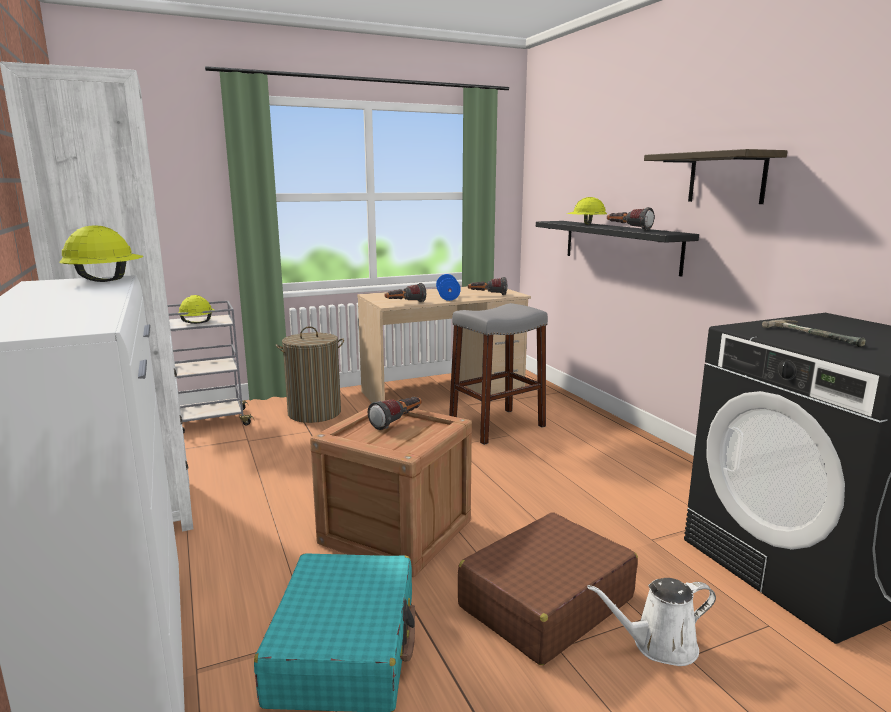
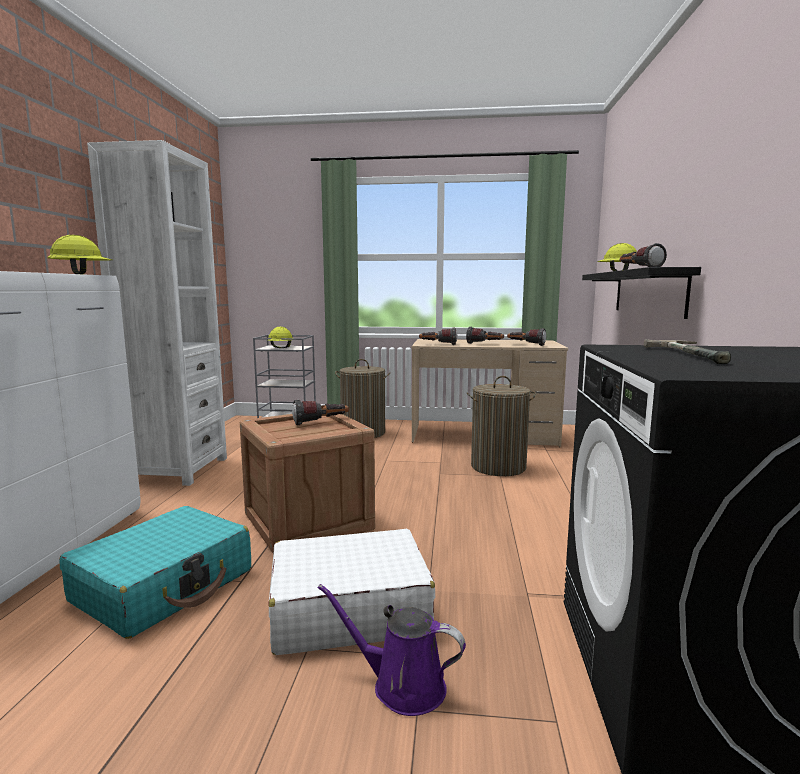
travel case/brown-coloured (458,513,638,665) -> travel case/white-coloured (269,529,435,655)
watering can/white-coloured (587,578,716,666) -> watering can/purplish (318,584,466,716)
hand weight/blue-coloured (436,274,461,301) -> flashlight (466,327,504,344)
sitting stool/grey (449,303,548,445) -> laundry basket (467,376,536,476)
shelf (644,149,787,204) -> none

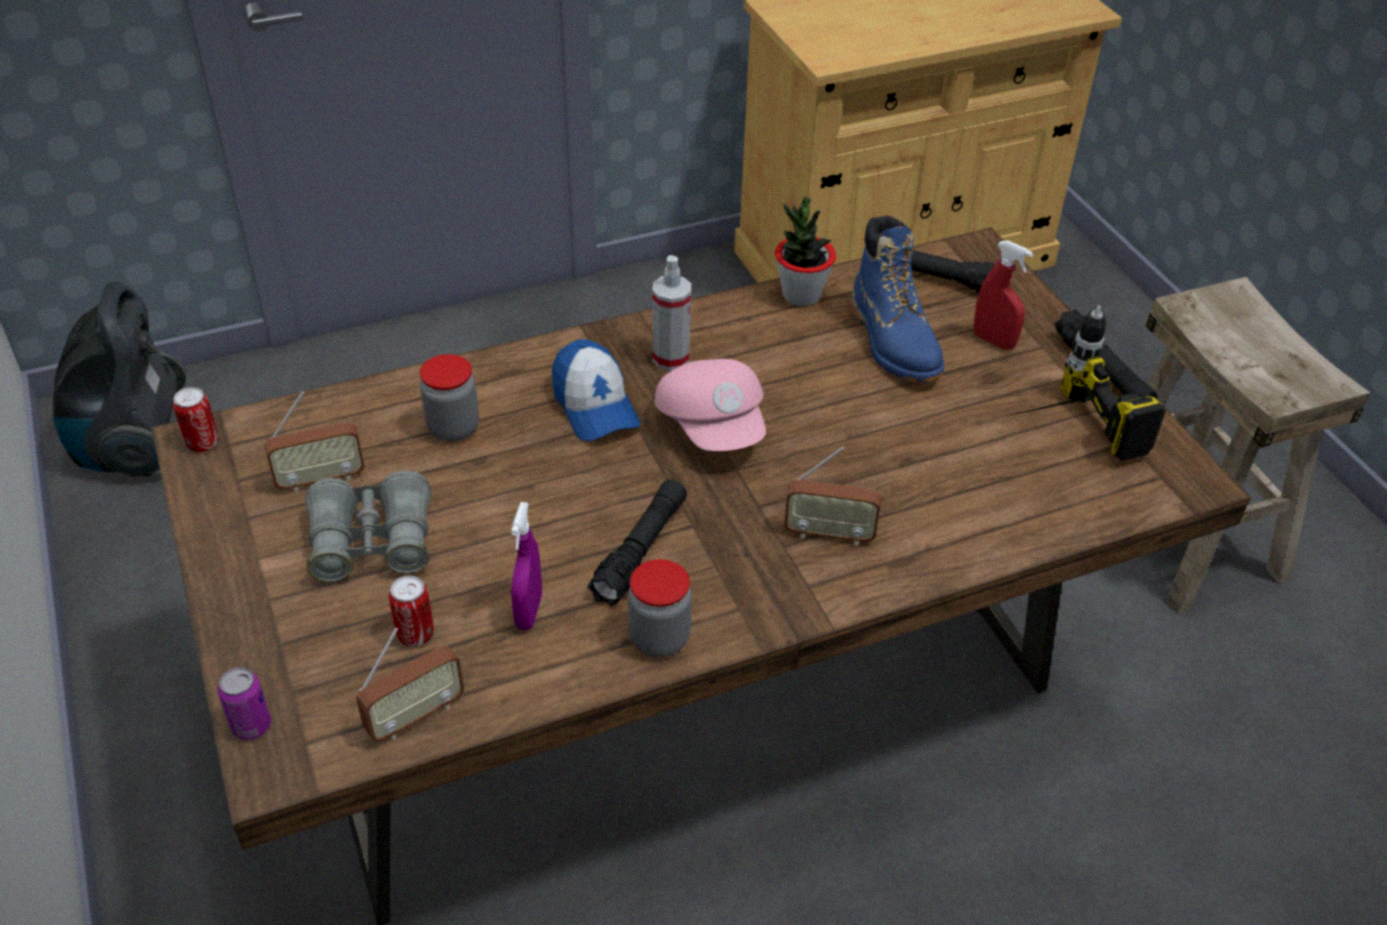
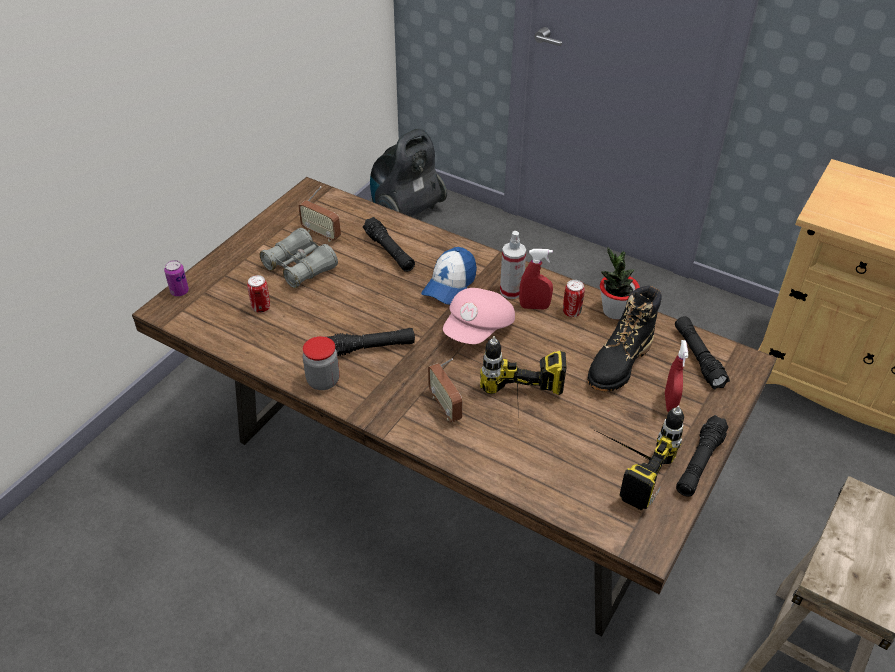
jar (420,354,479,441) -> flashlight/blackish (363,217,415,272)
none -> drill (480,336,567,421)
none -> hand sprayer/red-coloured (519,249,553,309)
can (173,387,219,452) -> can (563,280,585,317), move
high-top boot/blue-coloured (852,215,944,383) -> high-top boot/blackish (587,286,662,391)
radio (356,628,465,742) -> none
hand sprayer/purplish (511,502,542,630) -> none

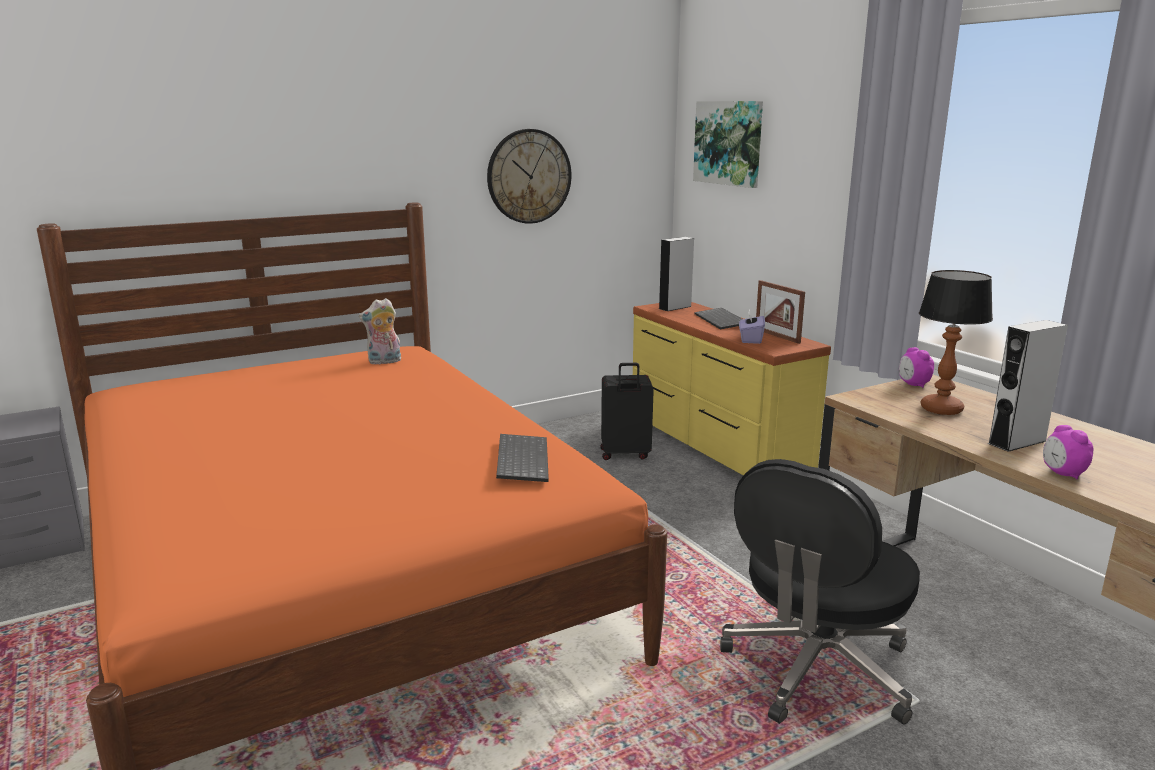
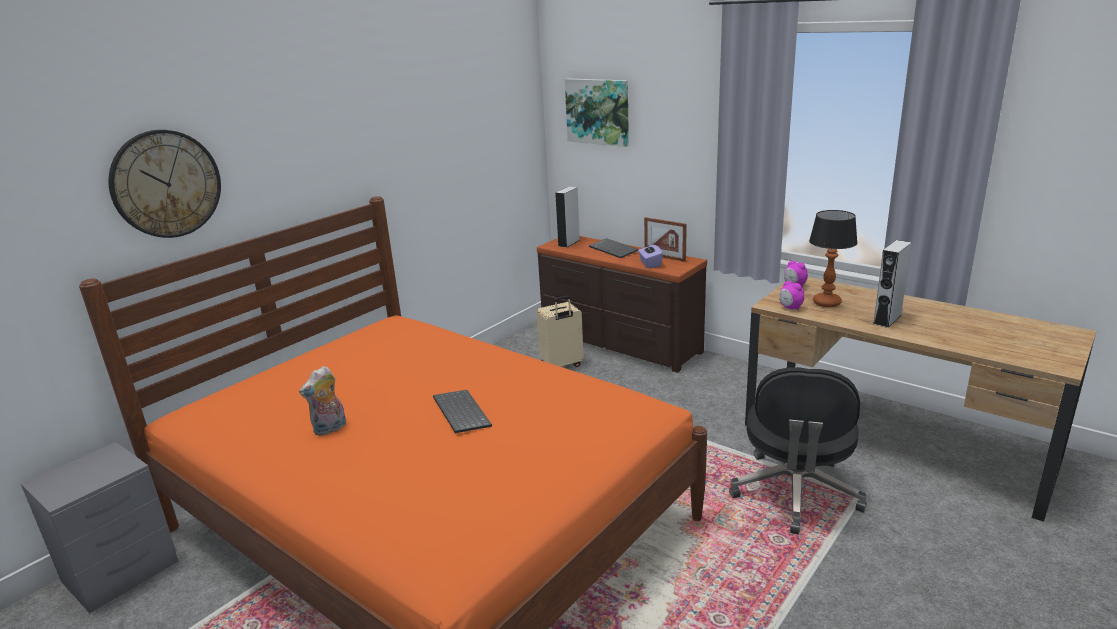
clock on the wall (487,129,571,224) -> clock on the wall (108,130,221,238), move
plush toy (359,298,401,365) -> plush toy (299,366,346,436), move
keyboard (496,434,549,482) -> keyboard (433,390,492,433), move
travel case/blackish (600,363,654,460) -> travel case/sand-coloured (536,295,584,367)
dresser/yellow (633,302,831,476) -> dresser/brown-coloured (537,236,707,373)
bedside clock (1043,425,1094,479) -> bedside clock (779,281,804,310), move

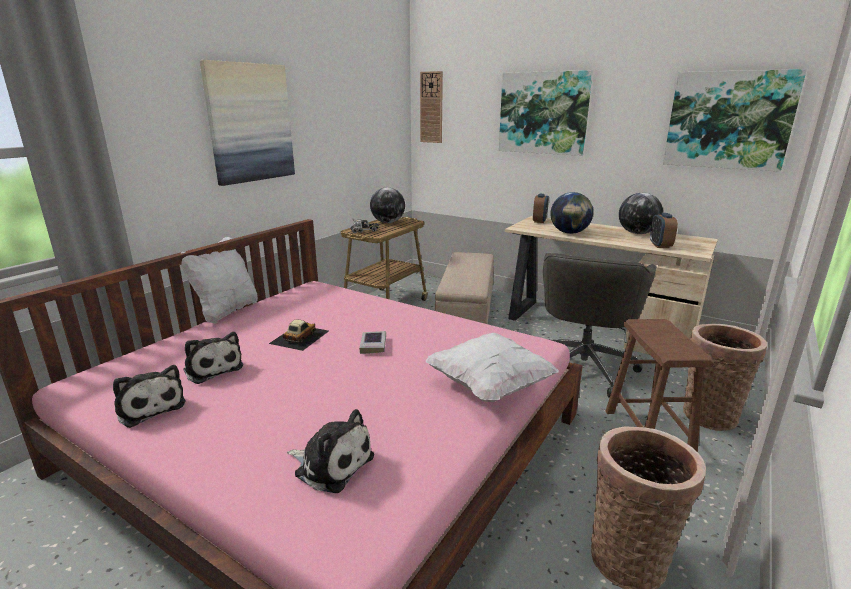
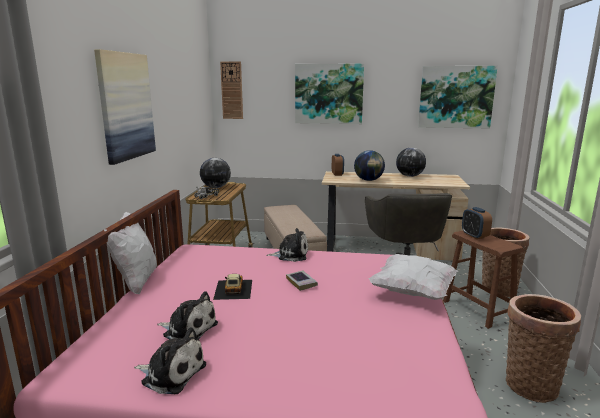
plush toy (287,409,374,493) -> plush toy (266,228,308,262), move
bedside clock (650,213,678,248) -> bedside clock (462,207,492,239), move

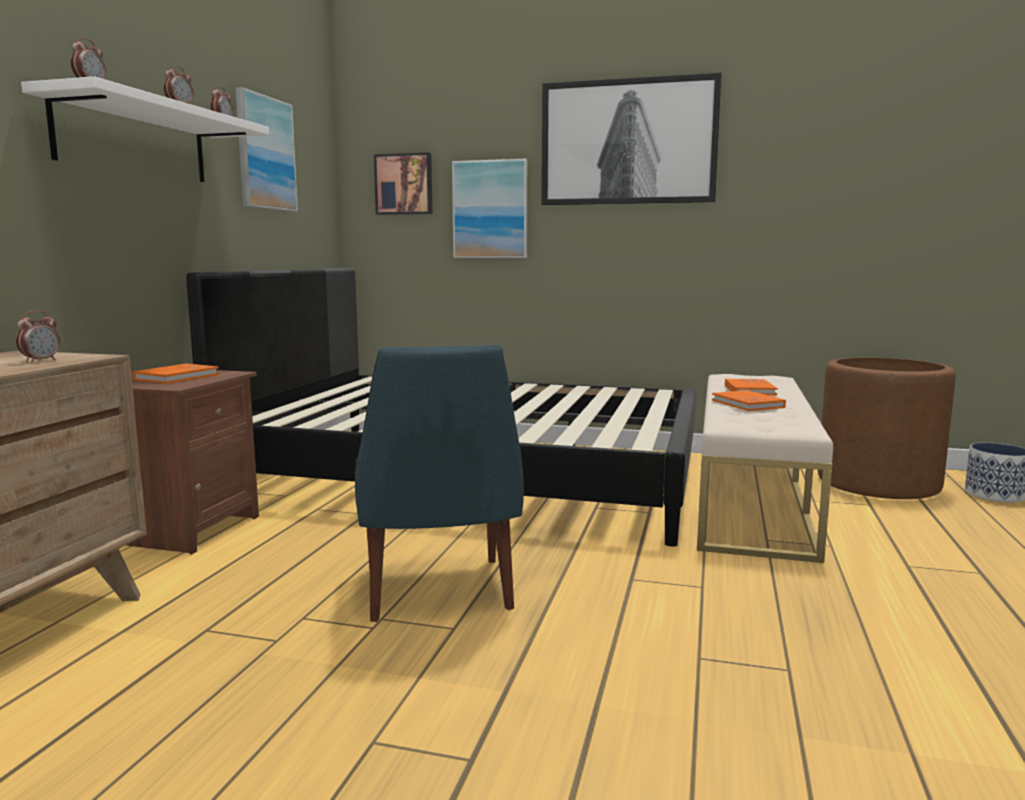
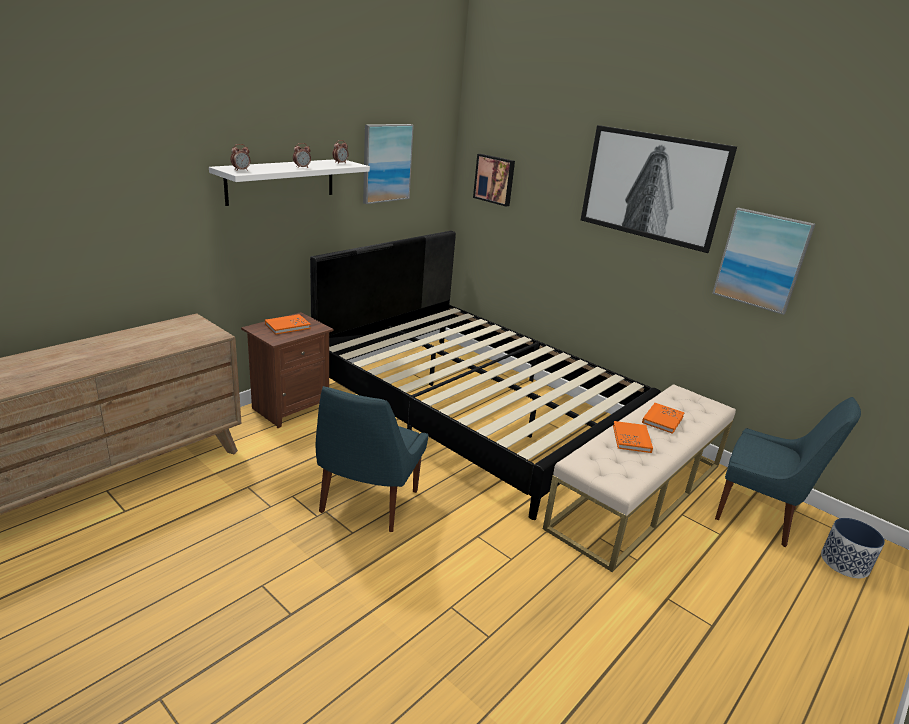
picture (452,159,528,258) -> picture (712,208,815,315), move
planter/brown-coloured (818,358,956,499) -> chair/blue-coloured (715,397,861,547)
bedside clock (16,310,60,363) -> none

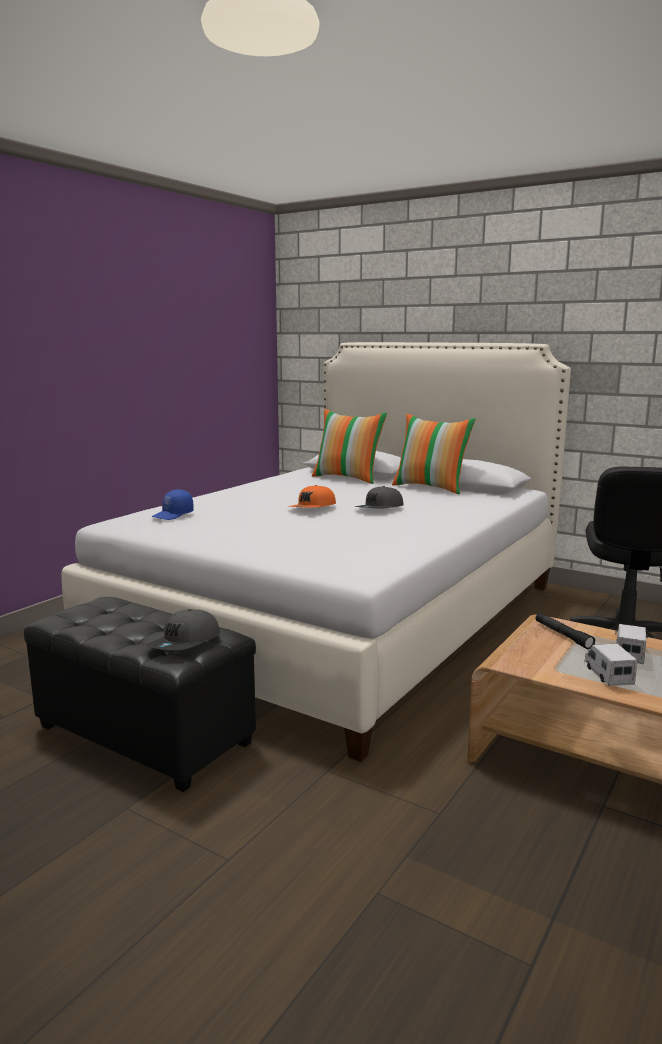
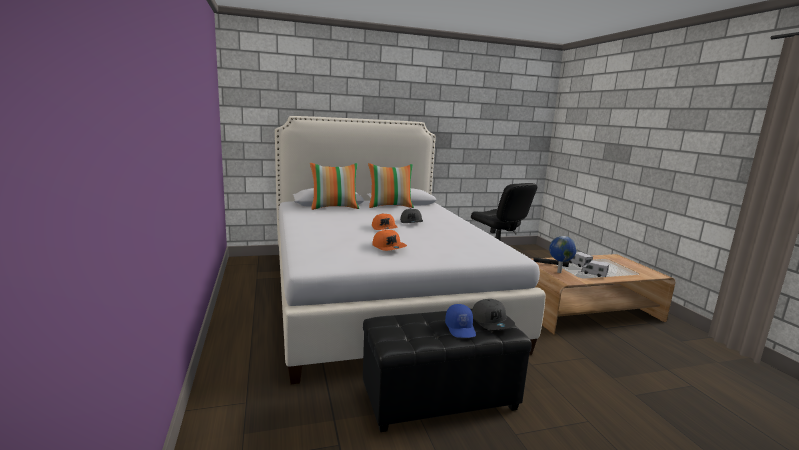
none -> cap/orangey (372,230,407,251)
cap/blue-coloured (152,489,194,520) -> cap/blue-coloured (445,304,476,338), move
none -> globe (549,236,577,273)

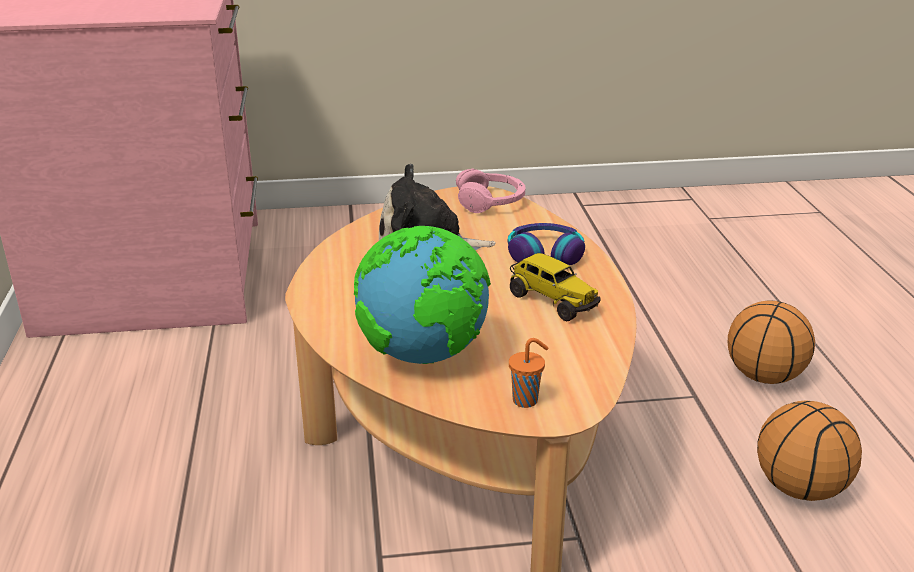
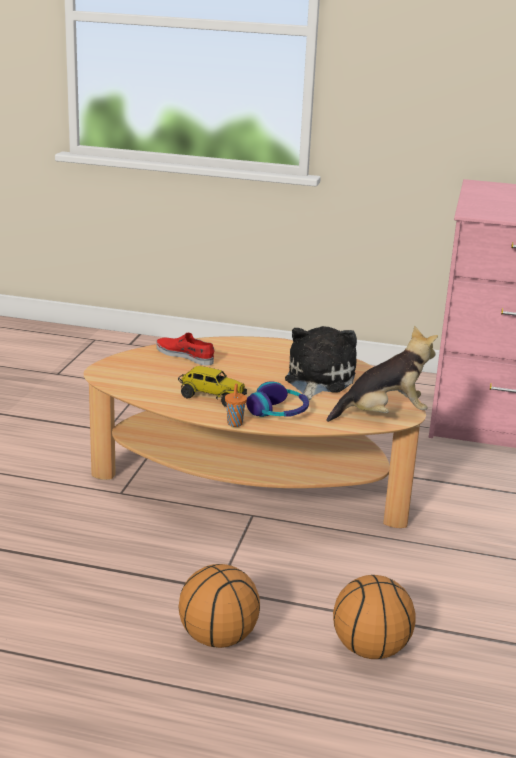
globe (354,226,491,364) -> item of footwear/red-coloured (156,333,214,365)
model truck (510,253,601,321) -> model truck (178,366,247,407), 135 degrees counterclockwise
cup/orangey (509,338,548,408) -> cup/orangey (225,384,247,427), move
headset/pink-coloured (456,168,525,213) -> plush toy (327,326,438,422)
basketball (757,400,862,501) -> basketball (333,575,416,659), move

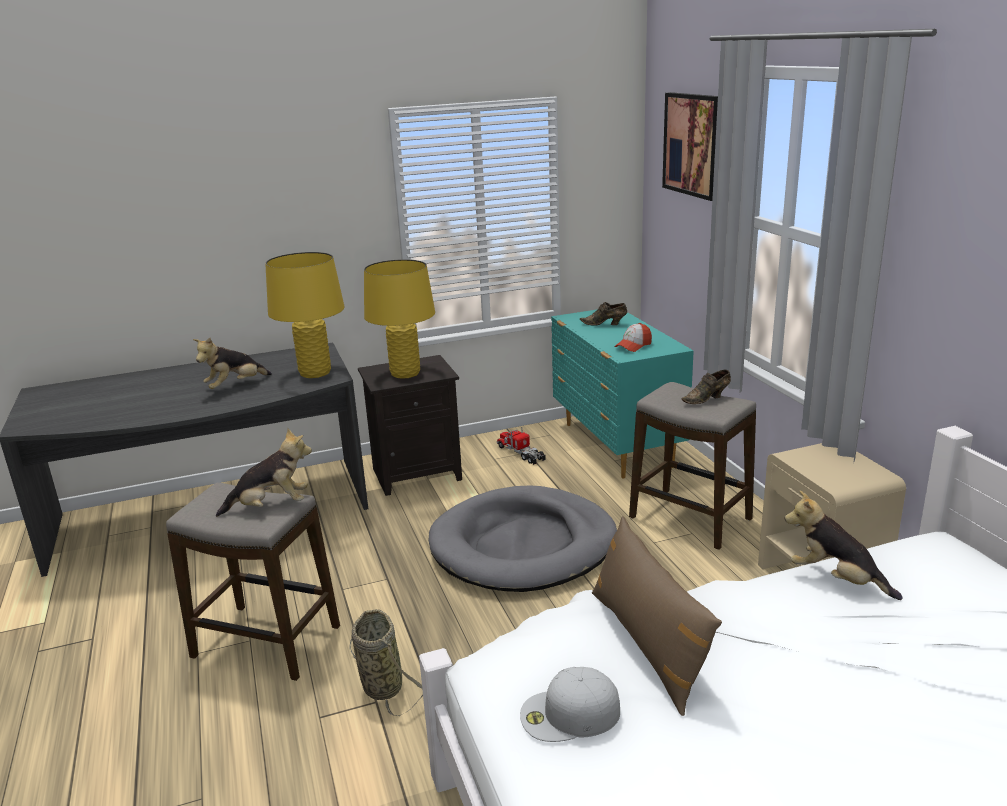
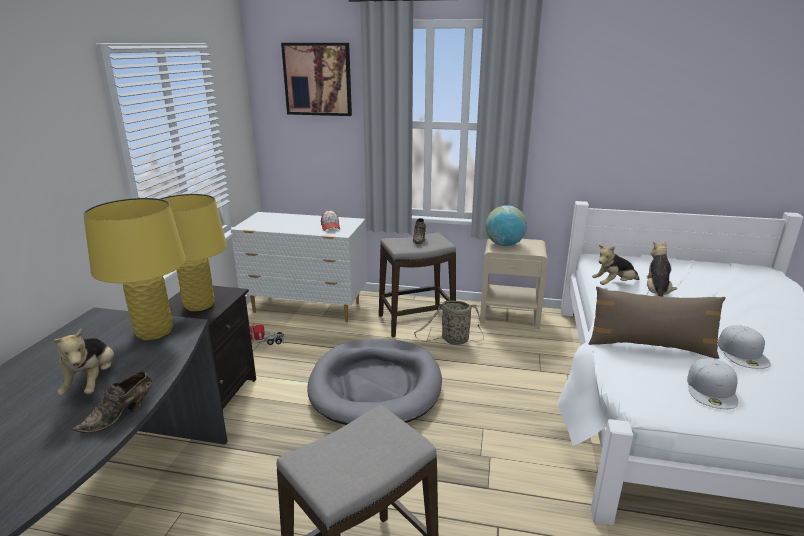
item of footwear/brown-coloured (580,302,627,326) -> item of footwear/brown-coloured (73,371,153,433), move
dresser/blue-green (551,310,694,479) -> dresser/white-coloured (230,212,367,322)
household basket (349,609,423,717) -> household basket (414,300,484,345), move
none -> globe (485,205,527,246)
plush toy (216,428,312,517) -> plush toy (647,241,677,297), move
none -> cap/white-coloured (717,325,770,369)

